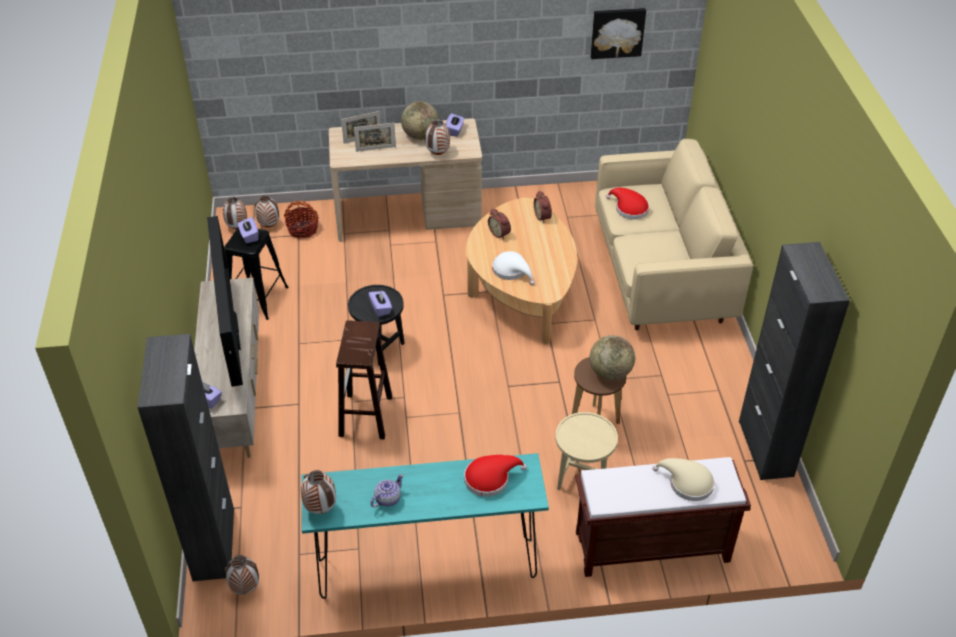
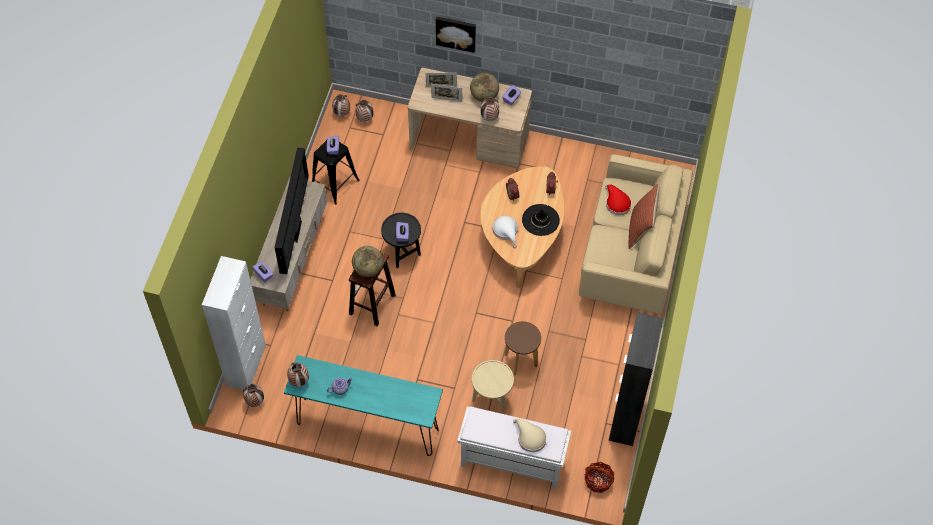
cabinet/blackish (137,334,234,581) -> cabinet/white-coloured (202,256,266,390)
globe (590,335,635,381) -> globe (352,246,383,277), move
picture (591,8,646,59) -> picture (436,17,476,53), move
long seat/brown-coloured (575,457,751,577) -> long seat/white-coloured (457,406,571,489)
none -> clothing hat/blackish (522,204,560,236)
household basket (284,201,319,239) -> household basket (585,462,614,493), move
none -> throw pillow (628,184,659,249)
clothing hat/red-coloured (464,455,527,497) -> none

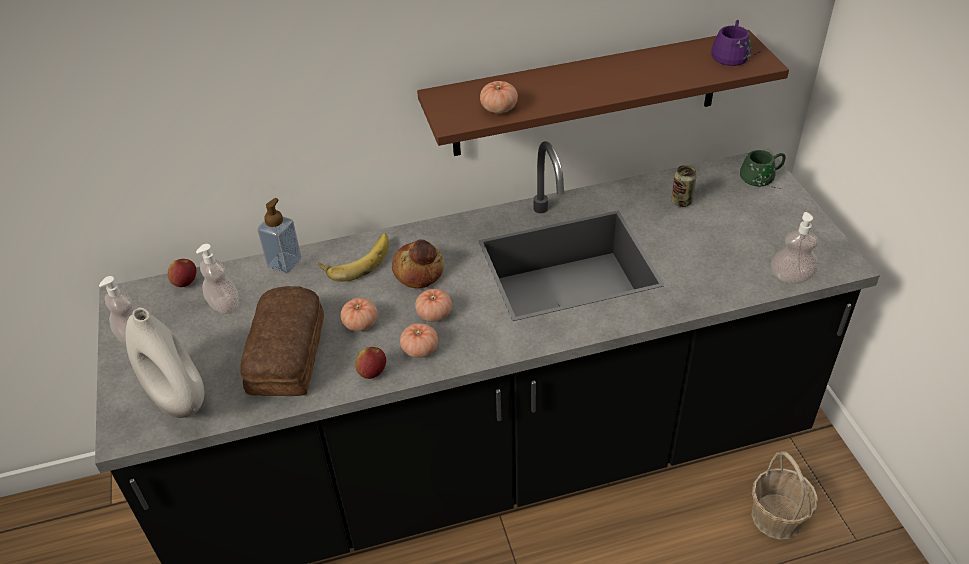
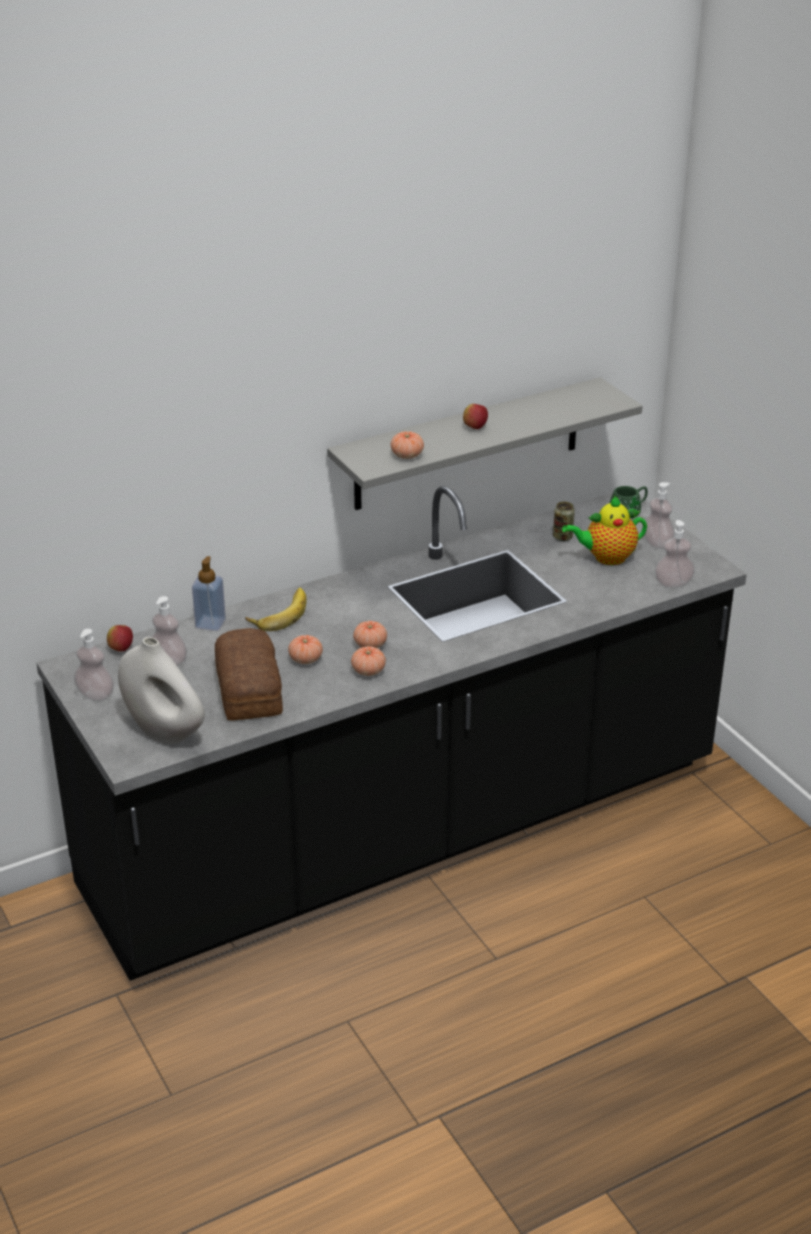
shelf/brown-coloured (417,30,789,156) -> shelf/grey (327,377,643,510)
apple fruit (355,347,386,379) -> apple fruit (463,404,488,429), move
none -> tea pot (562,496,647,565)
none -> soap bottle (644,482,674,549)
bread (392,239,444,288) -> none
tea mug/purplish (711,20,761,66) -> none
household basket (751,451,818,540) -> none

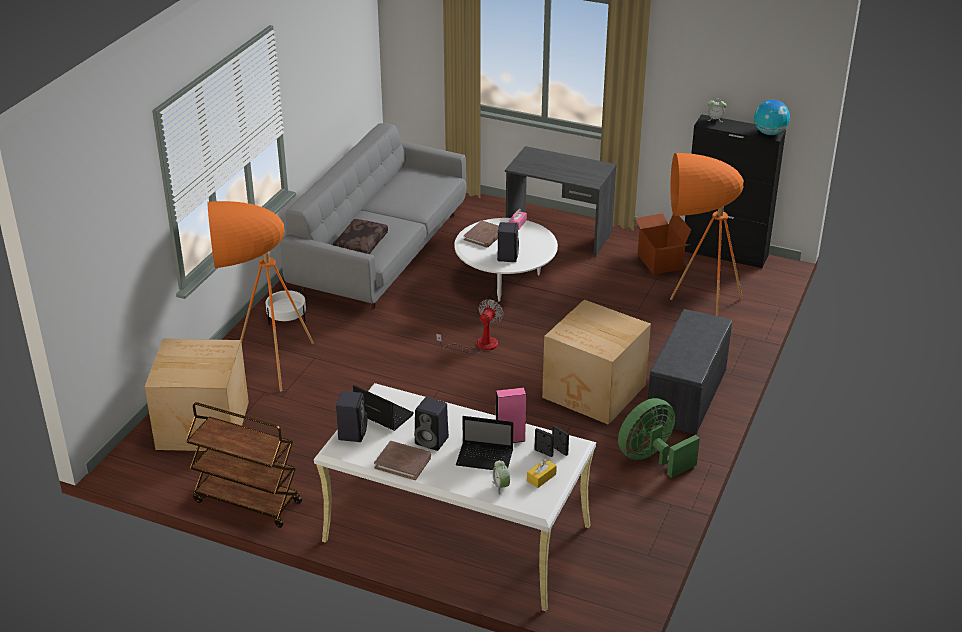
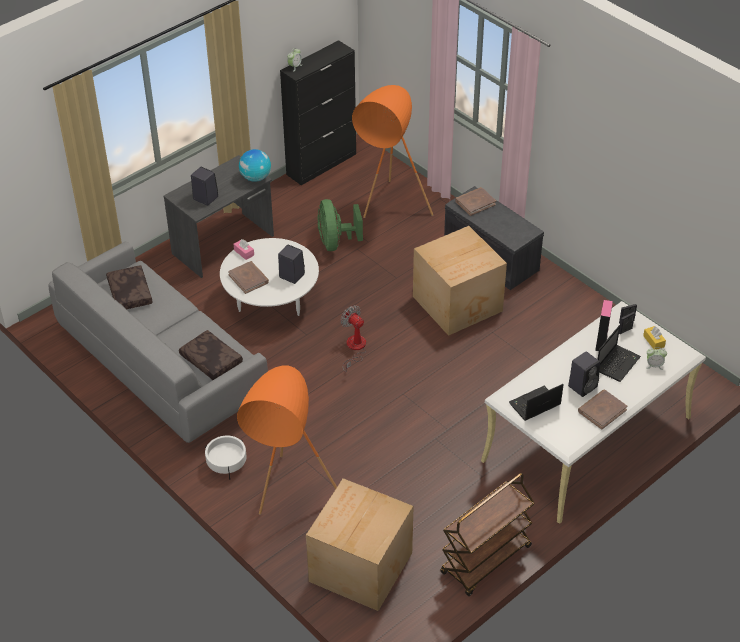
none -> throw pillow/brown-coloured (106,265,153,309)
loudspeaker/blackish (336,391,367,442) -> loudspeaker/blackish (191,167,218,206), move
globe (754,100,790,135) -> globe (239,149,271,182), move
electric fan/green (618,398,700,478) -> electric fan/green (318,199,363,251), move
none -> volume/brown-coloured (455,187,496,216)
packing box (632,213,691,275) -> none

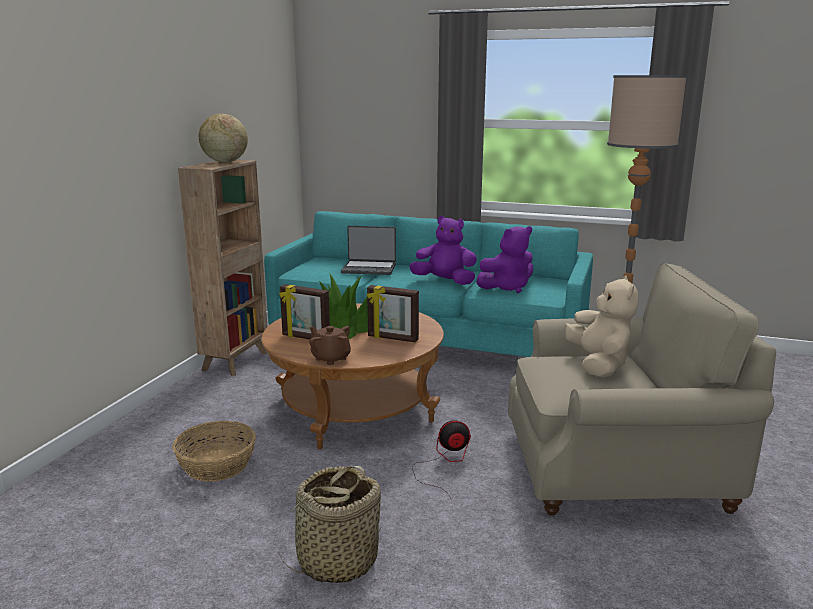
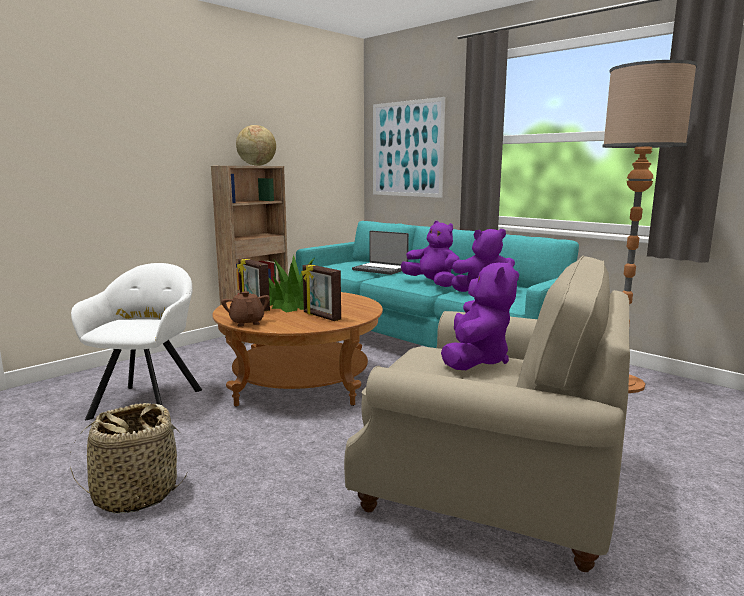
household basket (172,421,256,482) -> lounge chair/white-coloured (71,263,202,420)
none -> picture (373,97,445,198)
plush toy/sand-coloured (564,275,639,378) -> plush toy/purplish (441,260,517,370)
electric fan (412,420,471,499) -> none

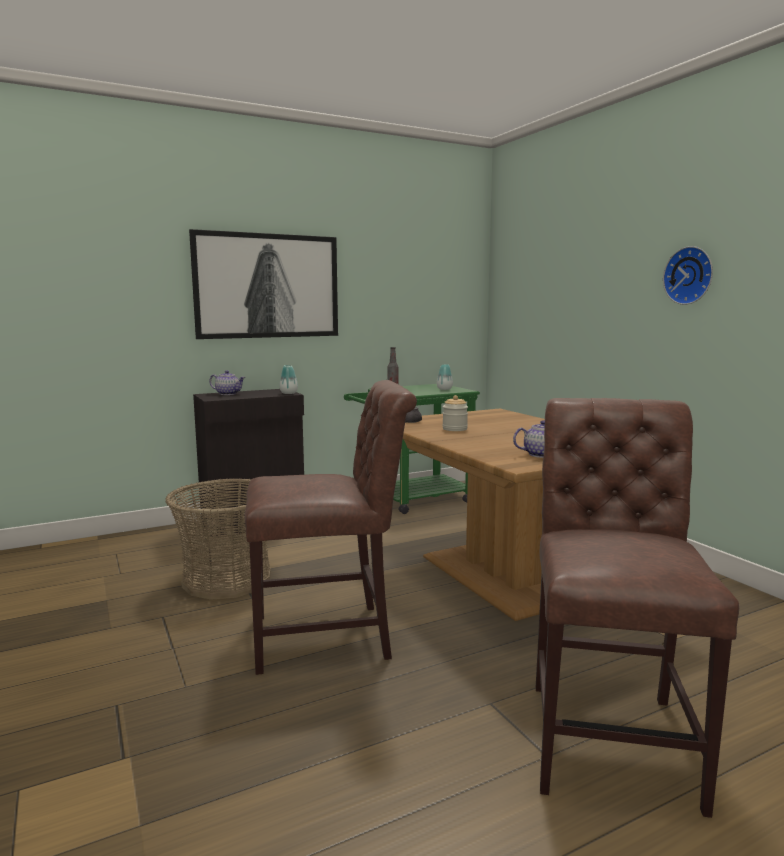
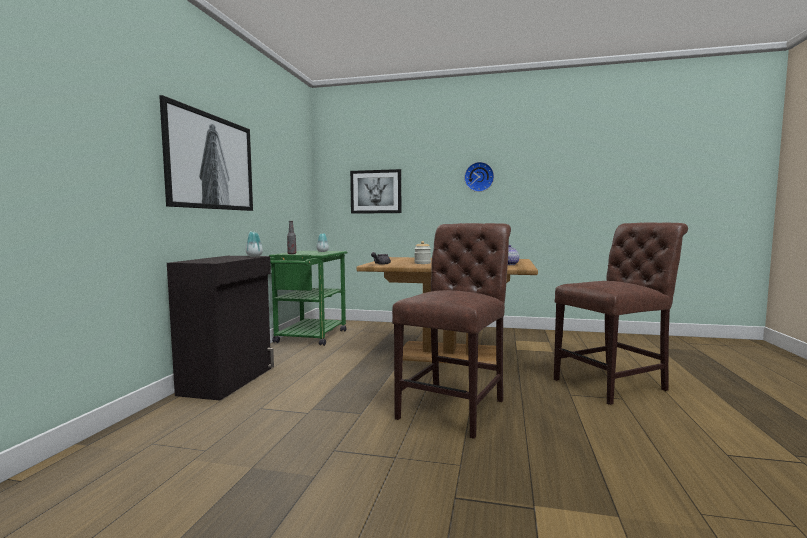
none -> picture (350,169,401,214)
chair/brown-coloured (536,398,739,818) -> chair/brown-coloured (554,222,688,405), 105 degrees clockwise
household basket (165,478,271,600) -> none
tea pot (209,370,245,395) -> none

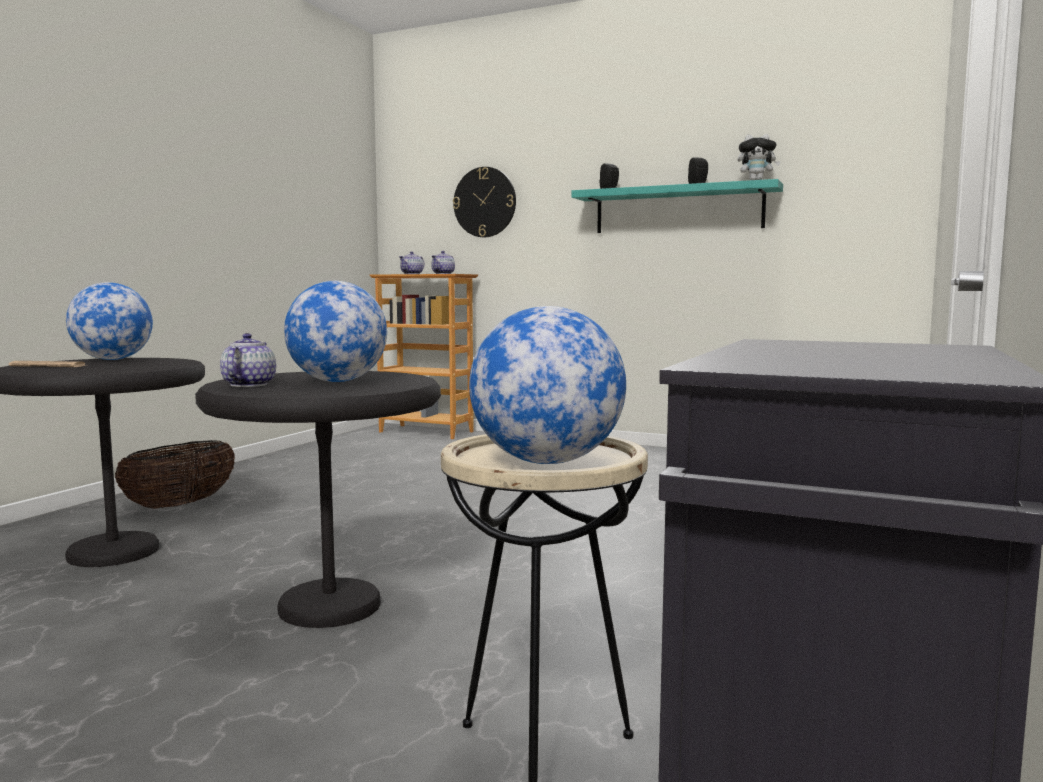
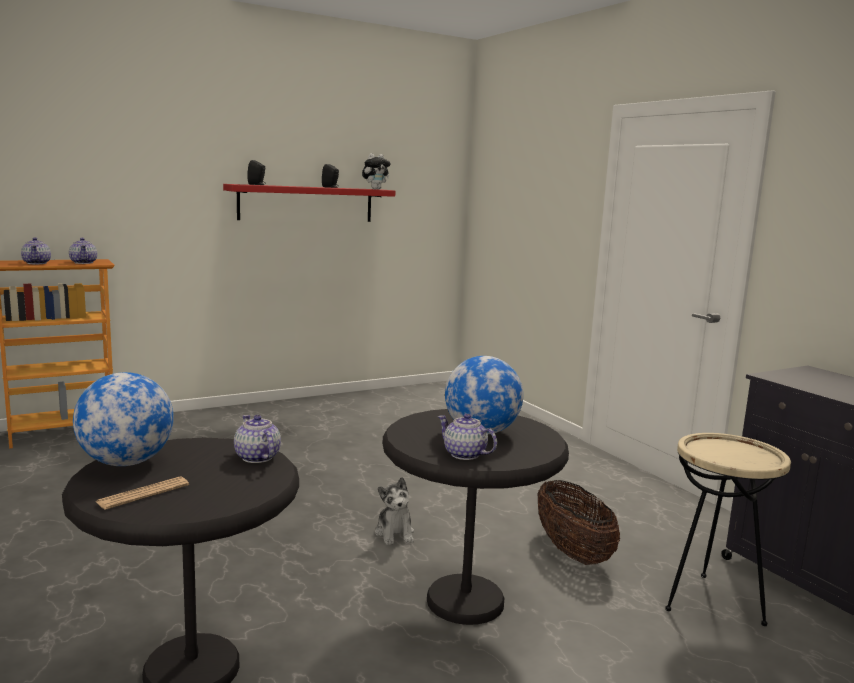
shelf/blue-green (572,179,783,233) -> shelf/red-coloured (223,184,395,222)
none -> tea pot (234,415,281,463)
none -> plush toy (375,477,414,545)
household basket (115,440,235,508) -> household basket (537,480,620,565), move
clock on the wall (453,167,516,237) -> none
globe (469,306,626,464) -> none

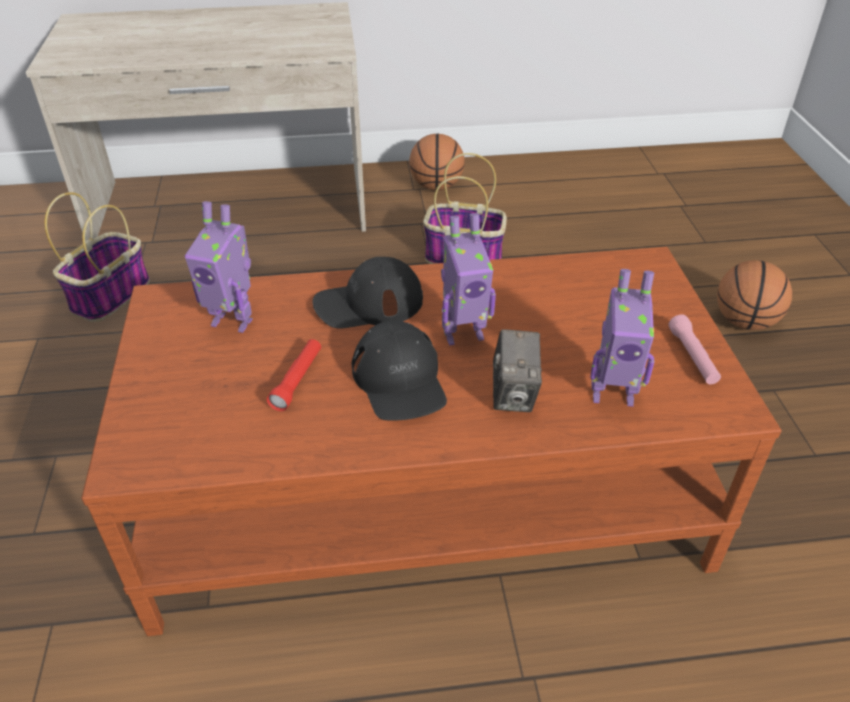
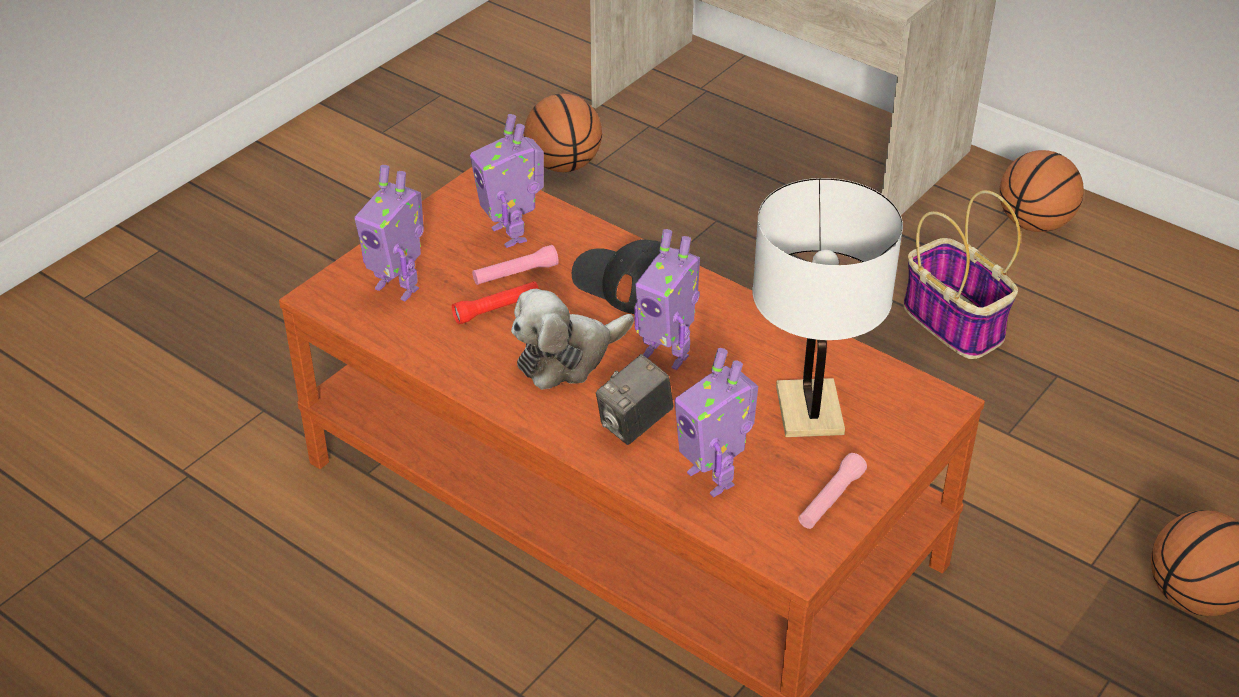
none -> robot figure (354,165,424,301)
none -> flashlight/pink-coloured (472,245,559,285)
cap/blackish (352,321,447,421) -> plush toy (511,289,634,390)
household basket (44,192,150,322) -> basketball (524,94,602,172)
none -> tabletop lamp/white-coloured (753,178,903,437)

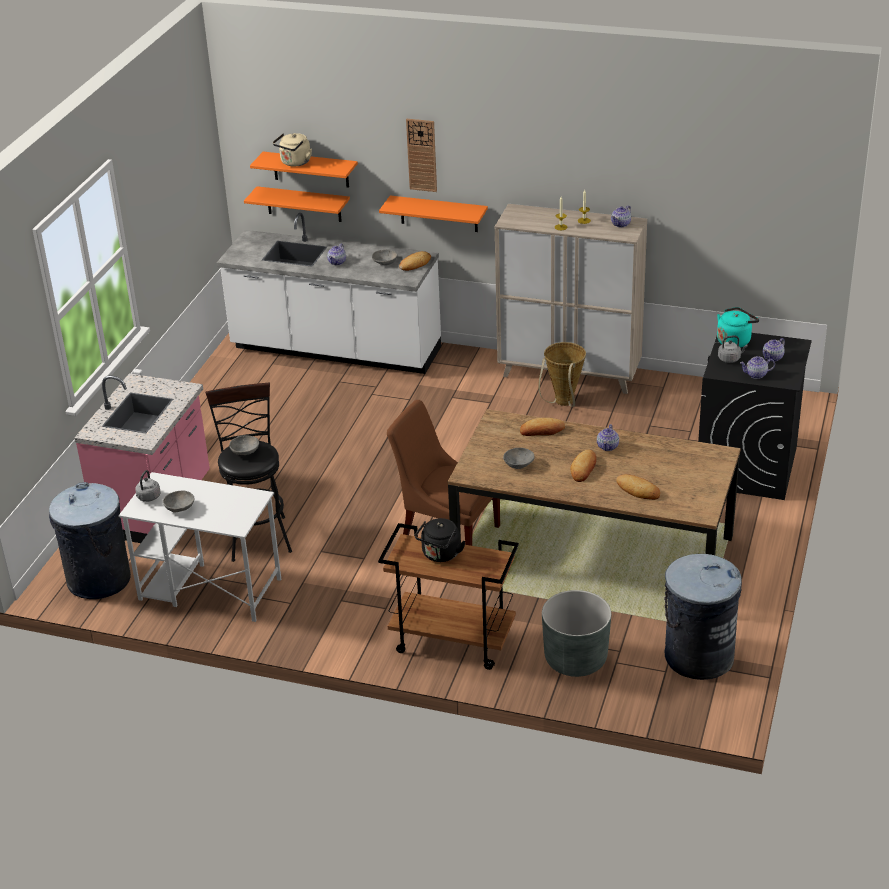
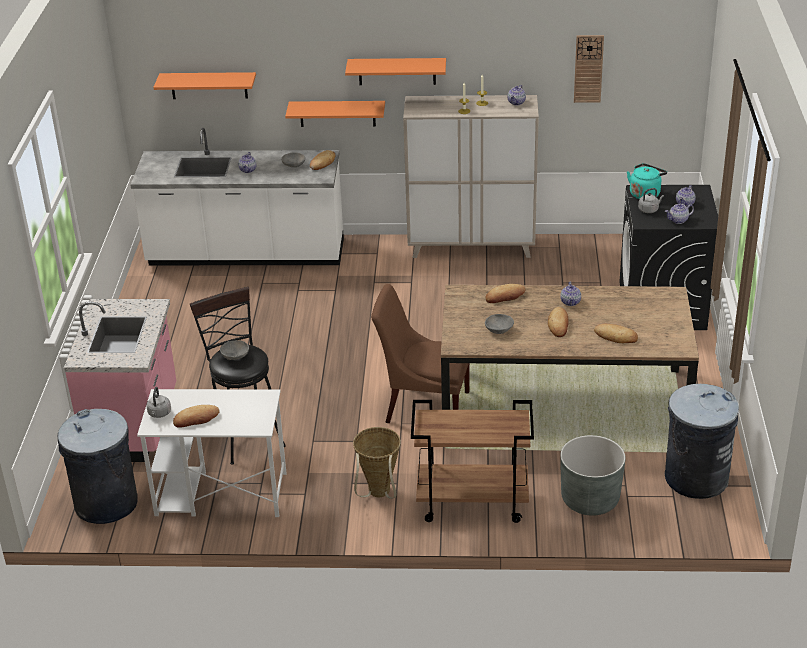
bowl/grey (163,490,194,513) -> bread (173,405,220,428)
shelf/orangey (244,186,350,222) -> shelf/orangey (345,58,446,85), move
household basket (538,342,586,407) -> household basket (353,427,401,499), move
clock on the wall (406,119,437,192) -> clock on the wall (574,35,604,103), move
water kettle/sand-coloured (273,133,312,167) -> none
water kettle/blackish (415,518,466,562) -> none

